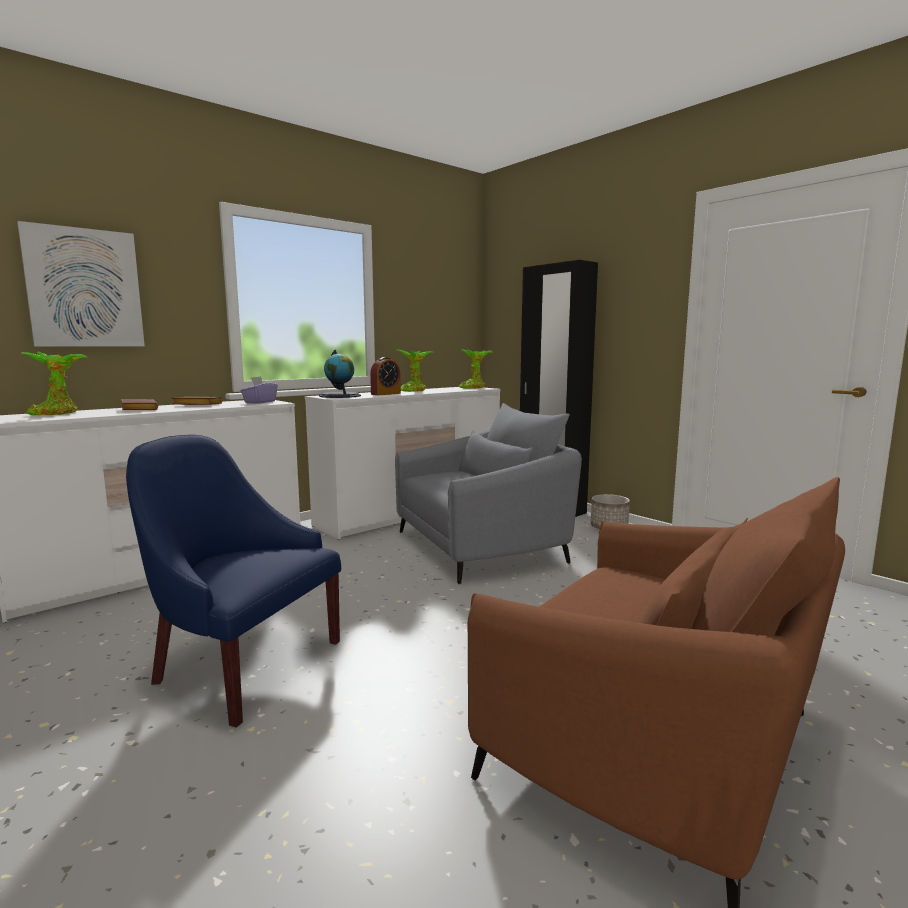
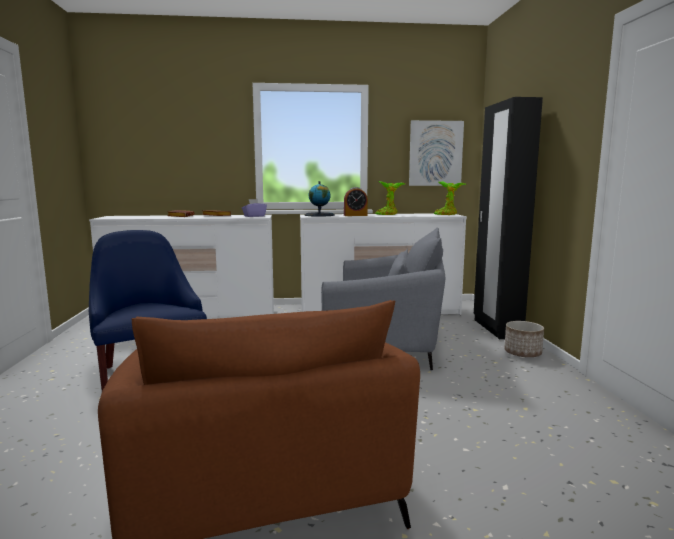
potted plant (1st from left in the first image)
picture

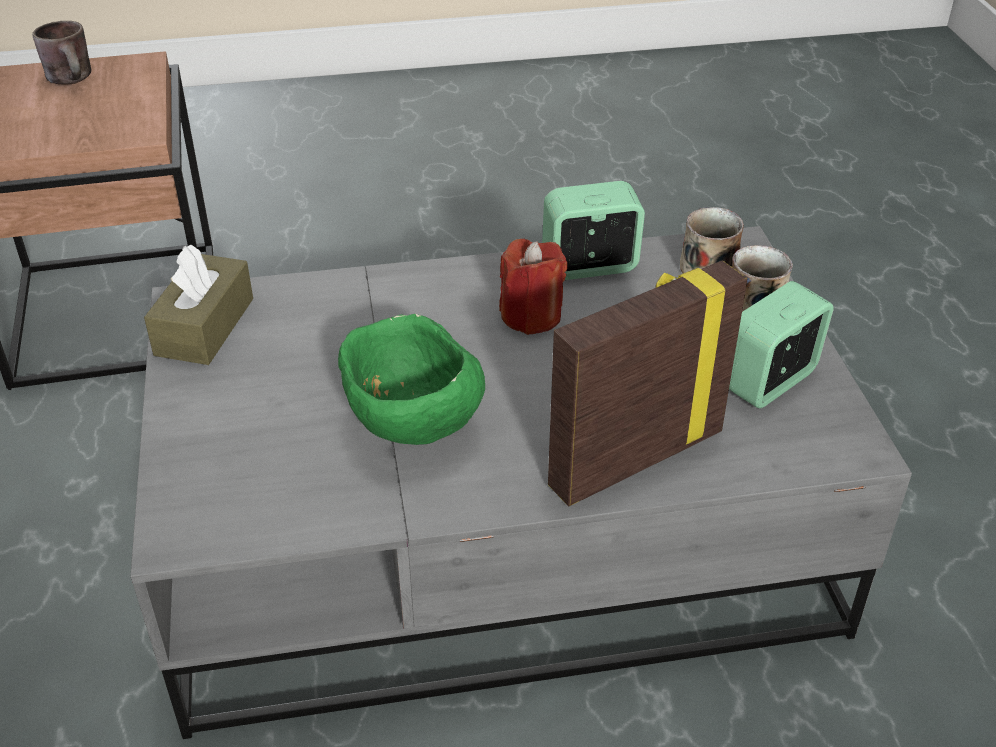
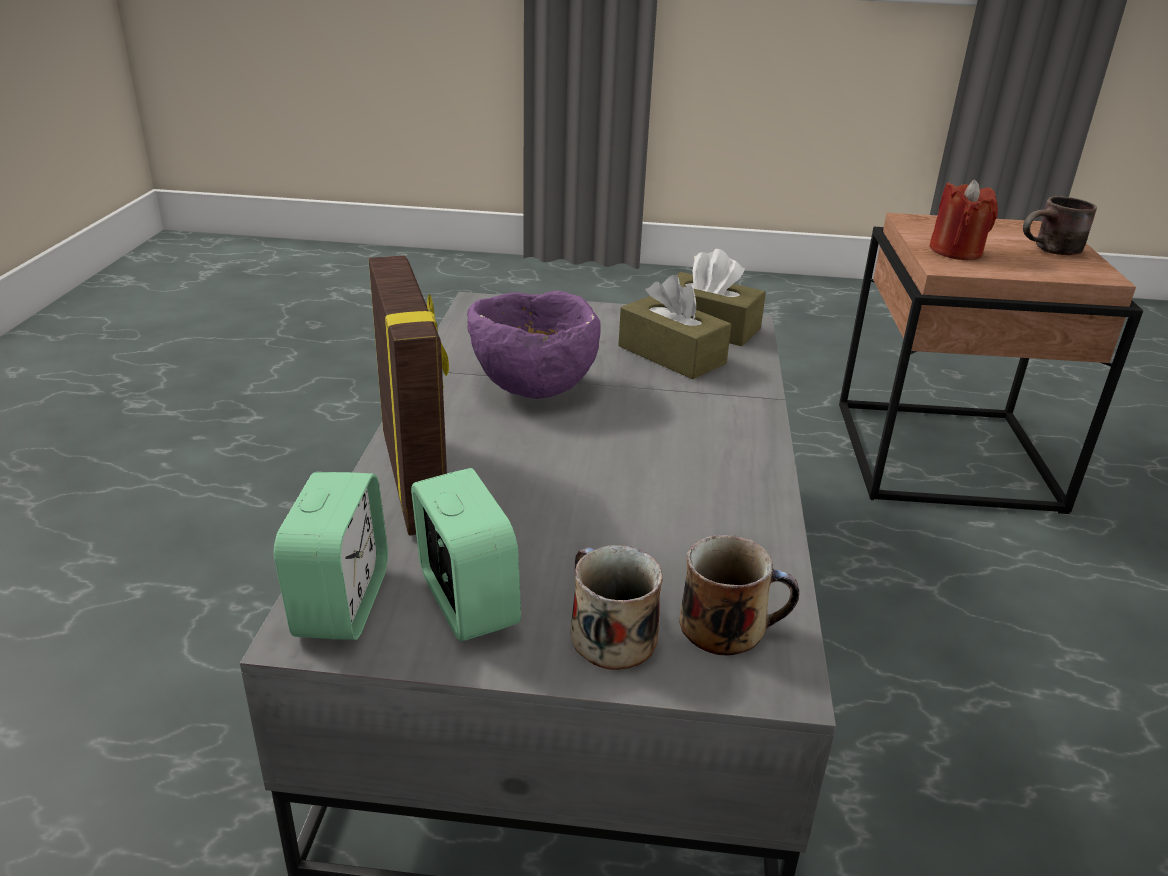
brown tissue box (1st from left)
red candle
alarm clock (1st from left)
purple bowl

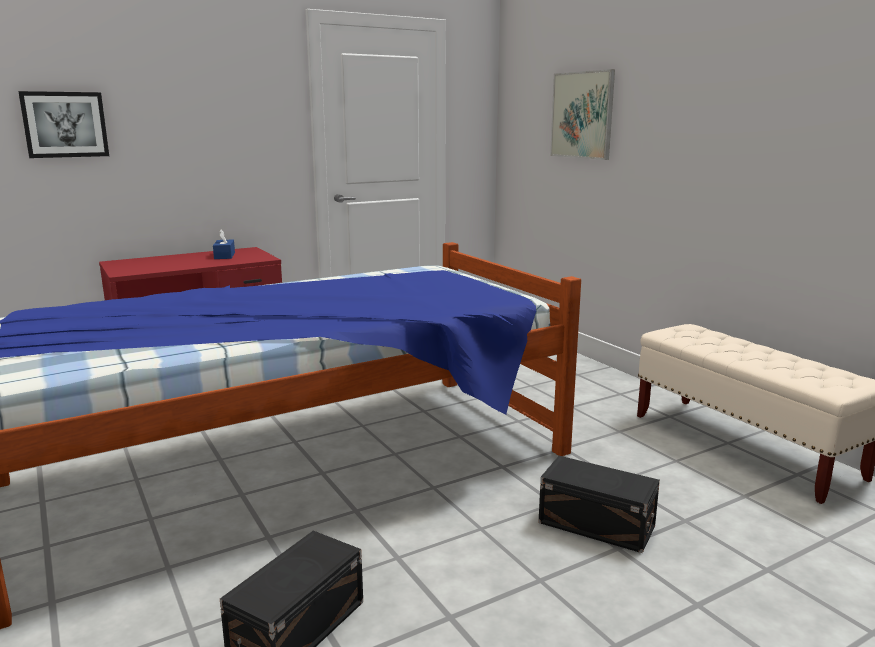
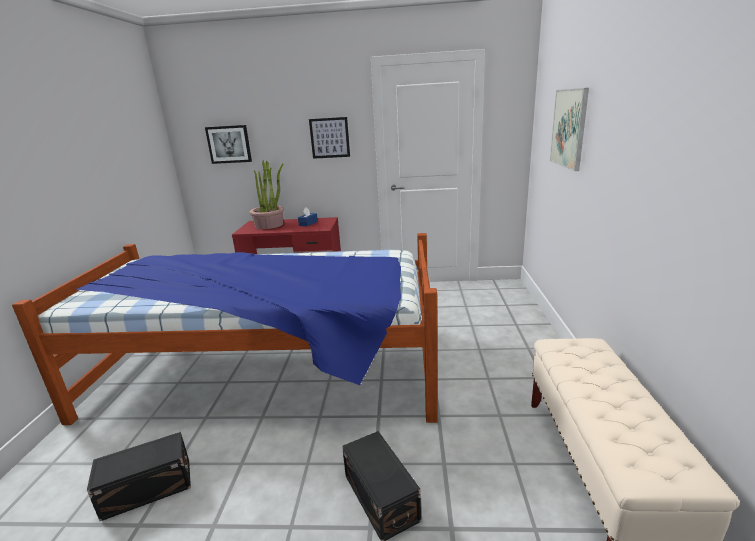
potted plant
picture (2nd from left)

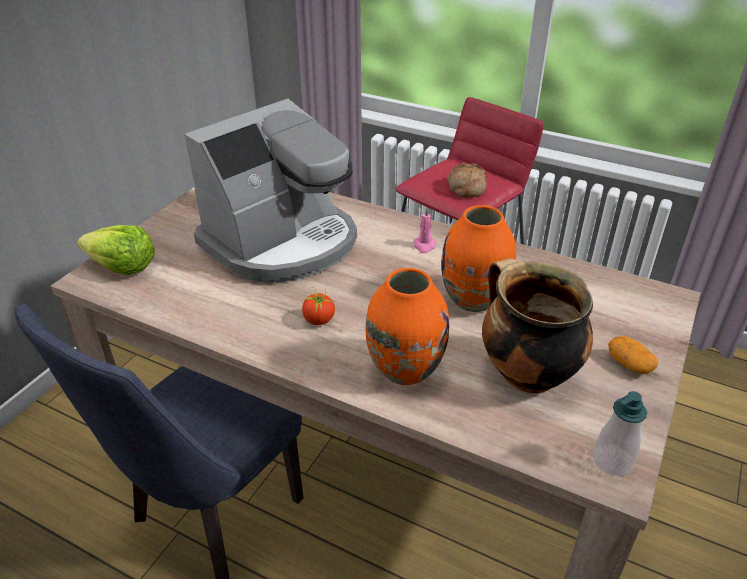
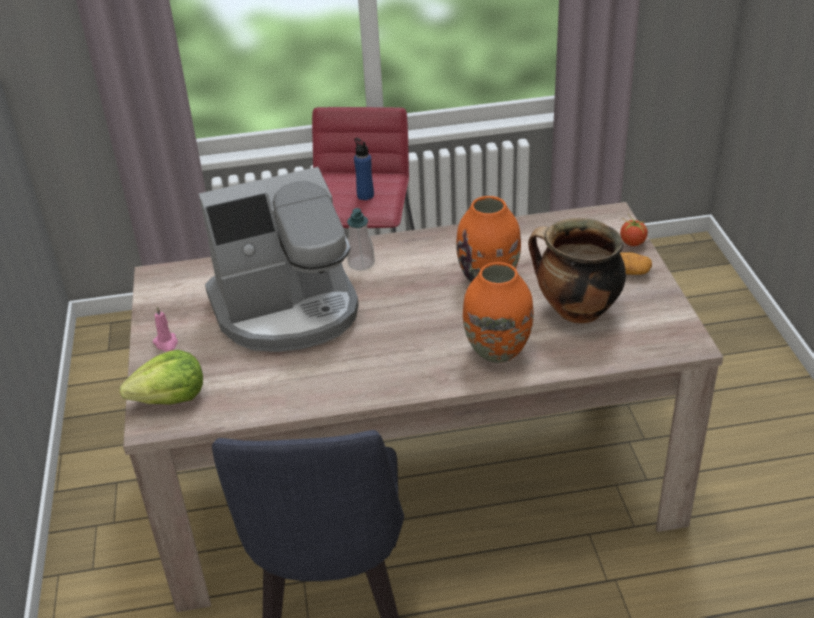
tomato
pink candle
soap dispenser
blue bottle
coffee machine

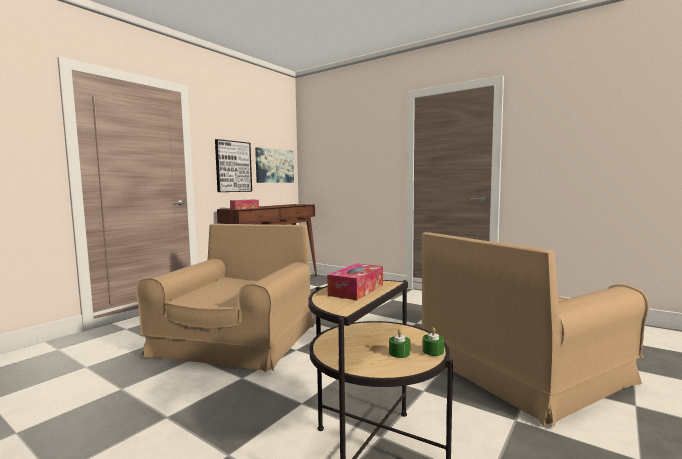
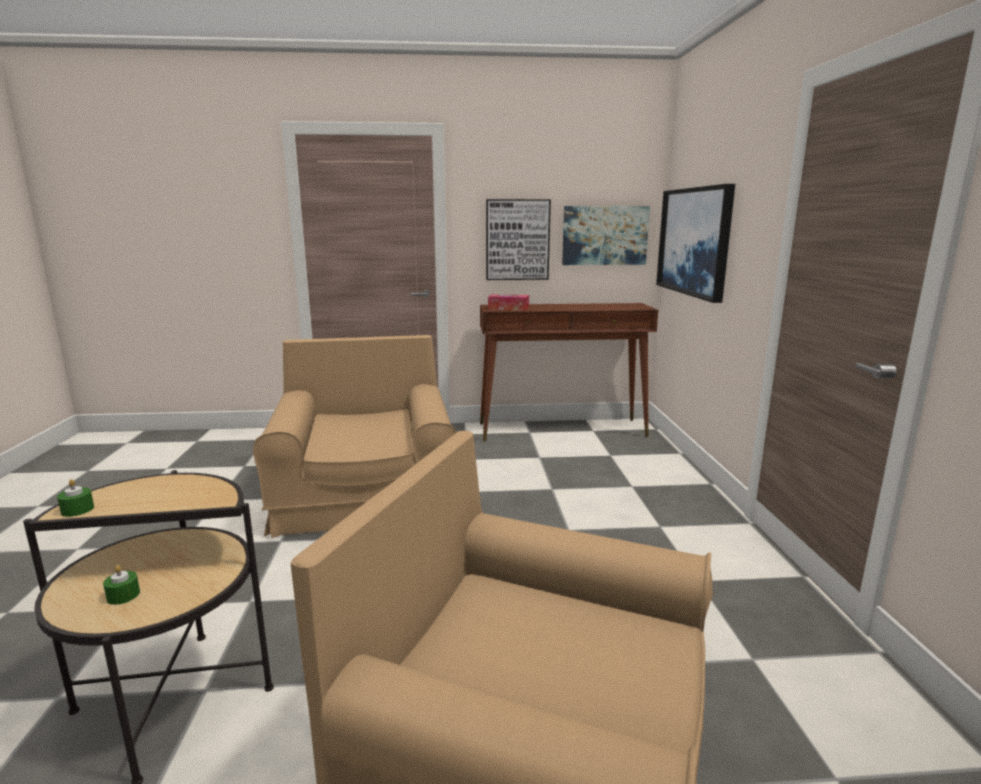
tissue box (2nd from left in the first image)
picture (3rd from left)
green candle (1st from left)
brown armchair (1st from left)

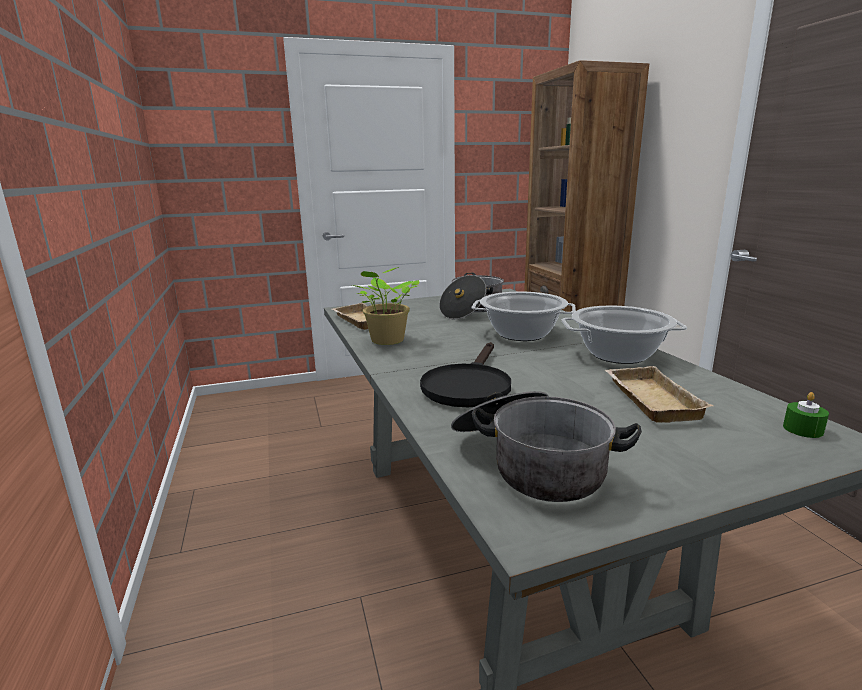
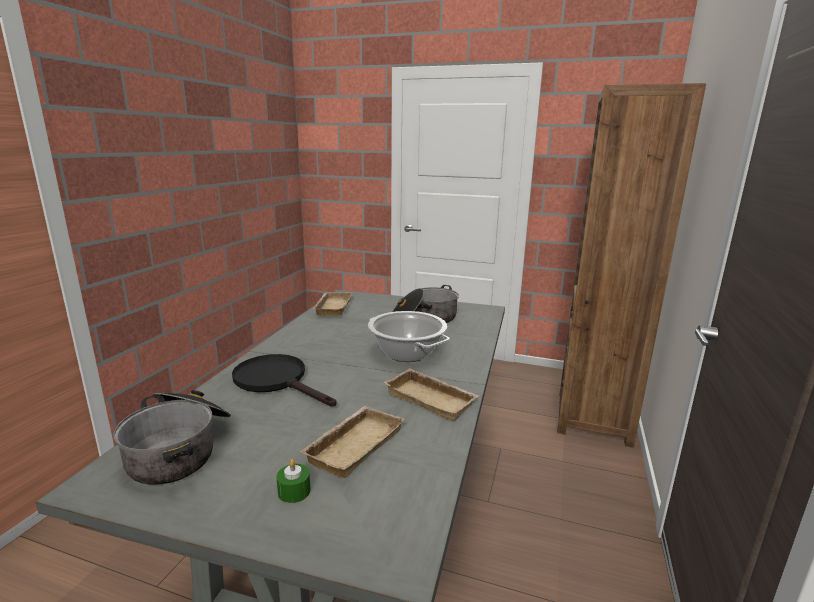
potted plant
green candle
beige tray (3rd from left)
black frying pan

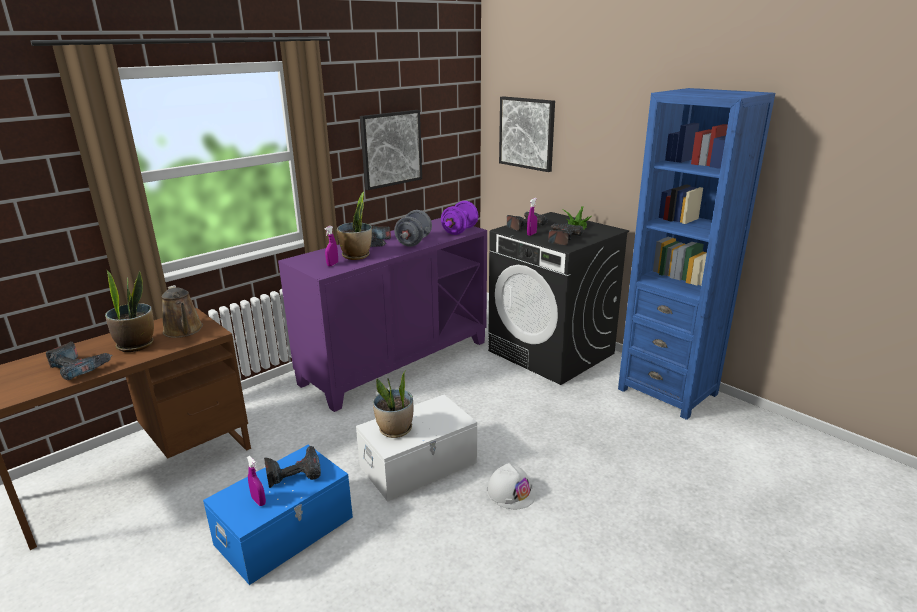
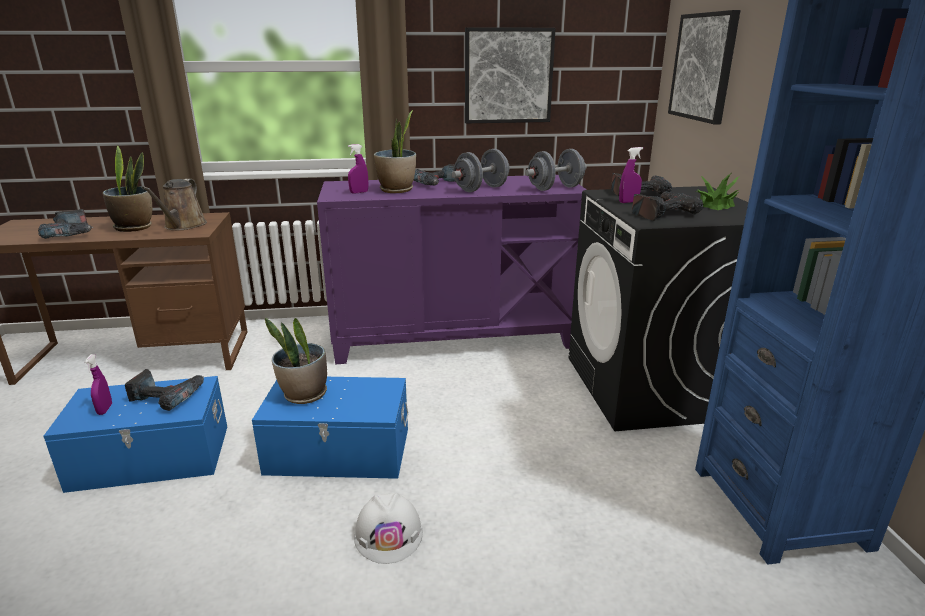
blue storage box (2nd from left)
grey dumbbell (2nd from left)

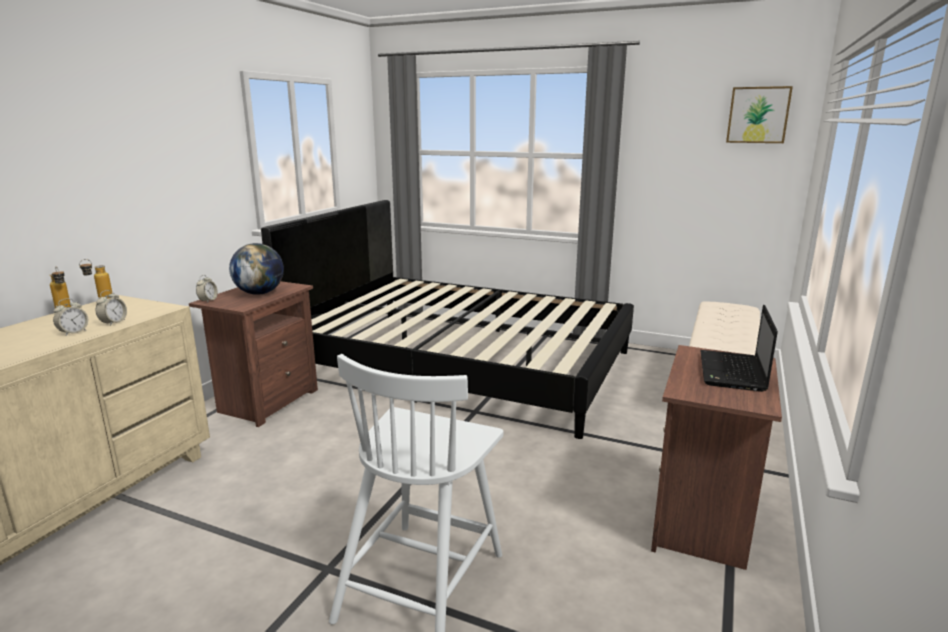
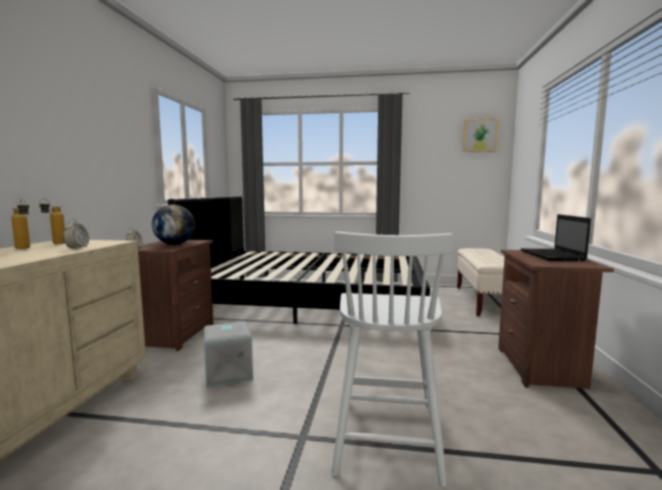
alarm clock (1st from left in the first image)
grey storage box

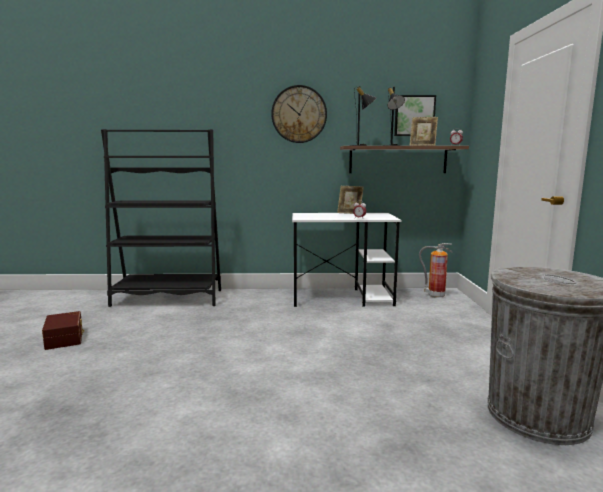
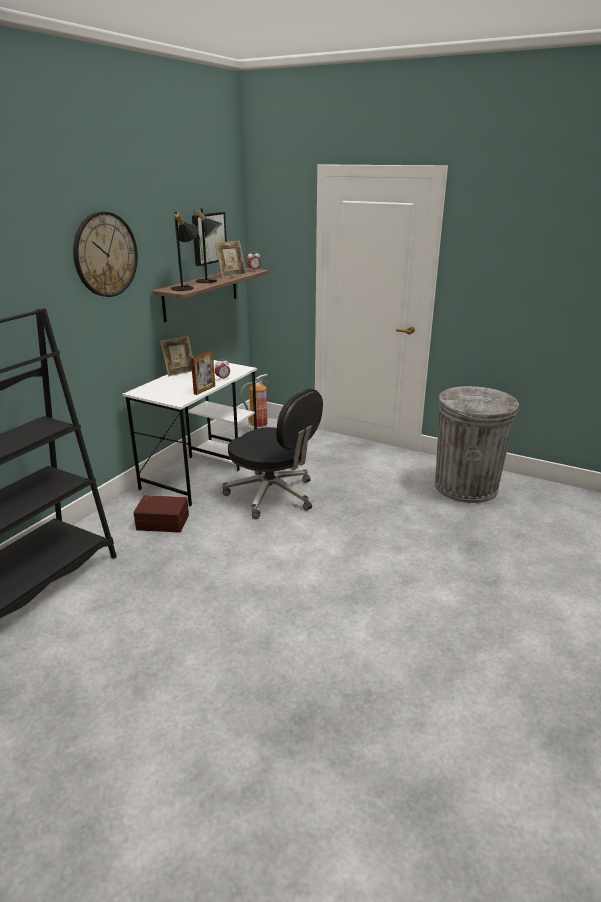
picture frame (2nd from left)
black office chair
brown storage box

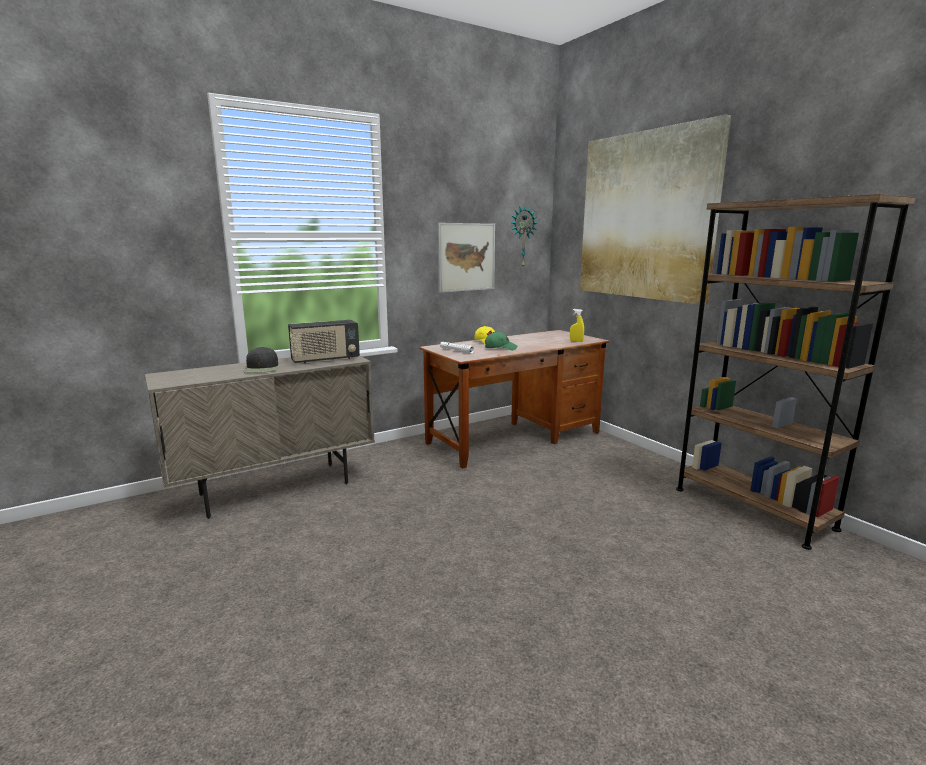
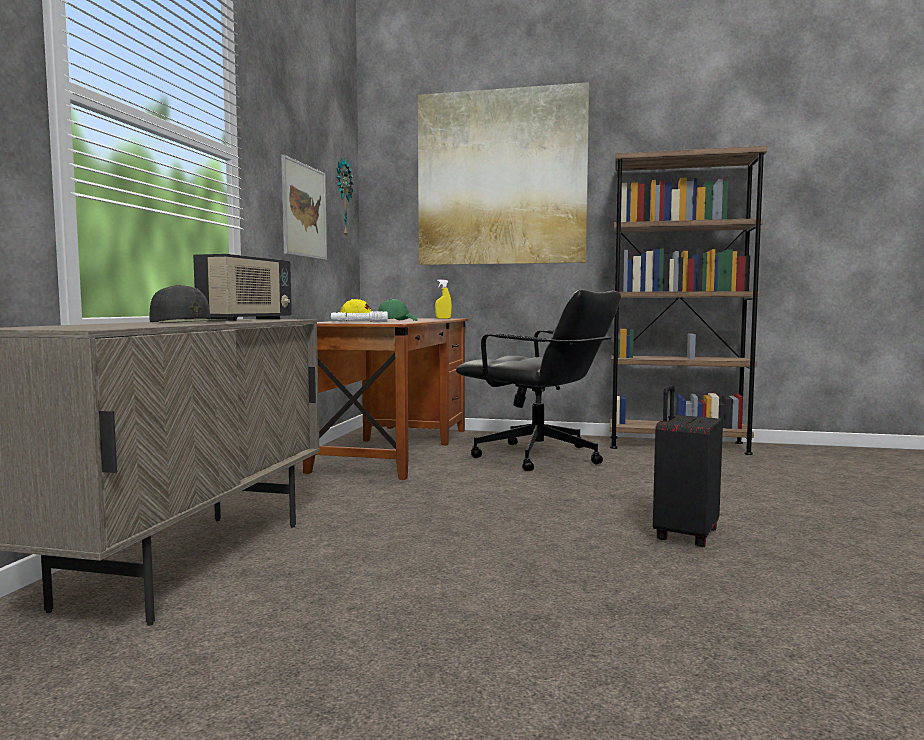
black office chair
black suitcase

